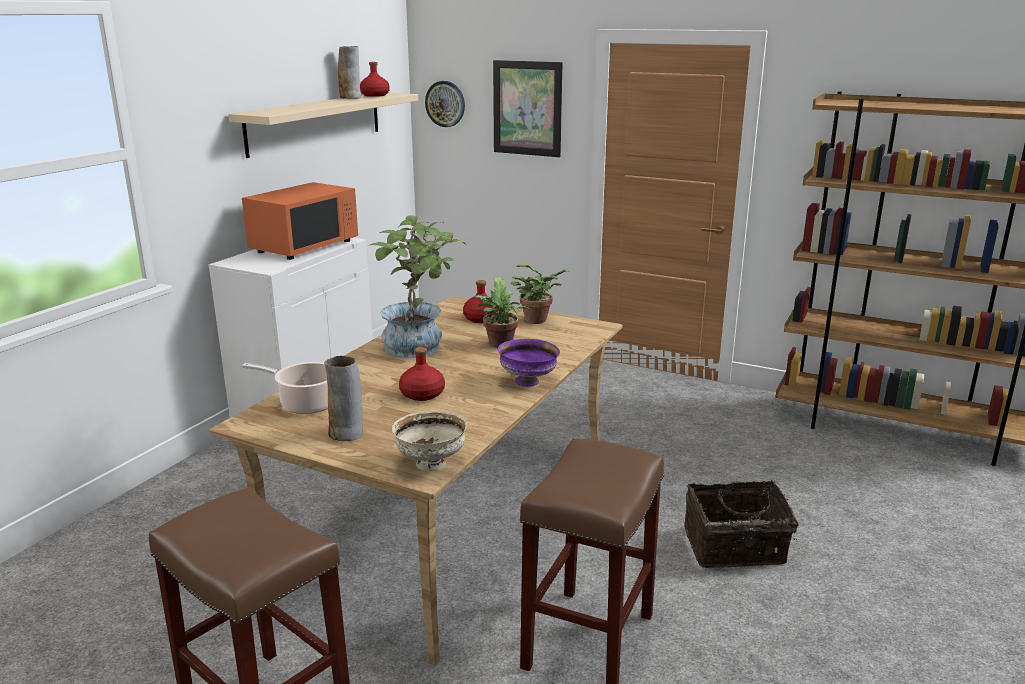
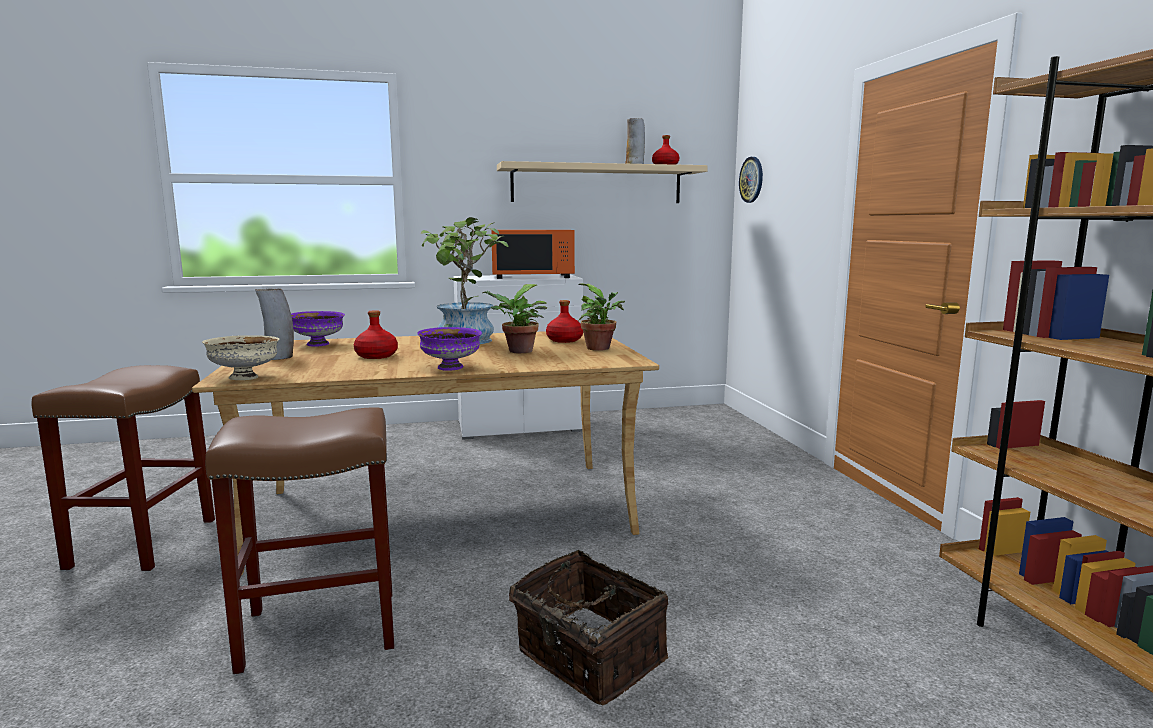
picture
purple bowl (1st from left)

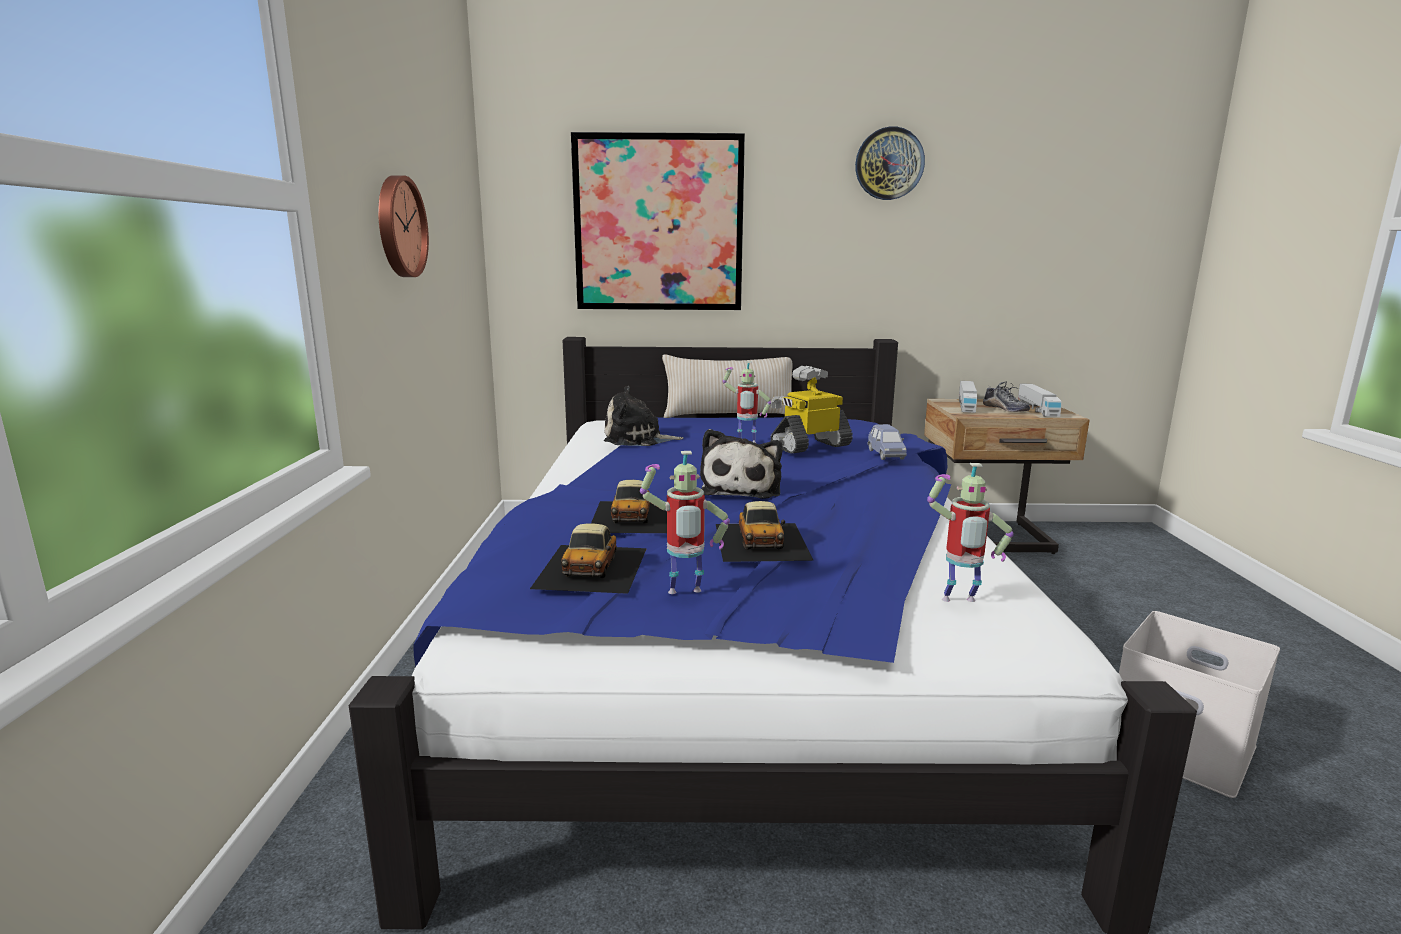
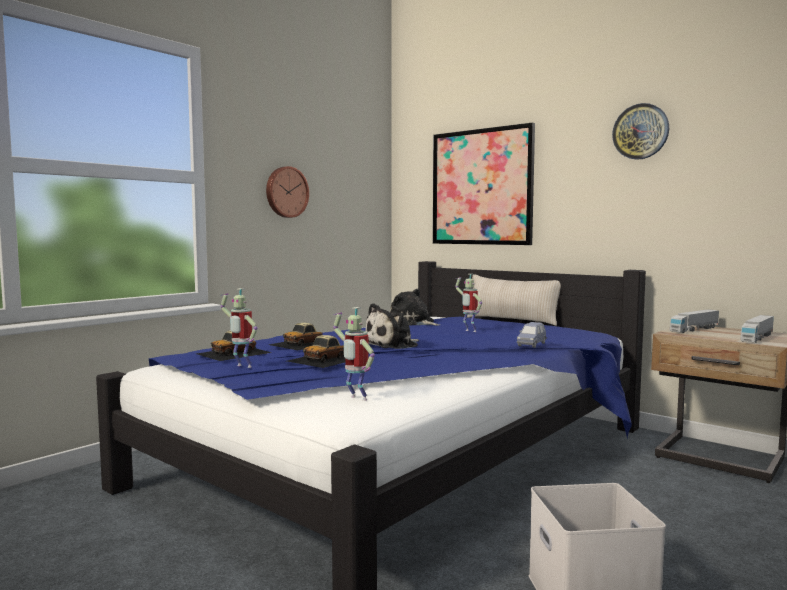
toy robot (3rd from left in the first image)
shoe

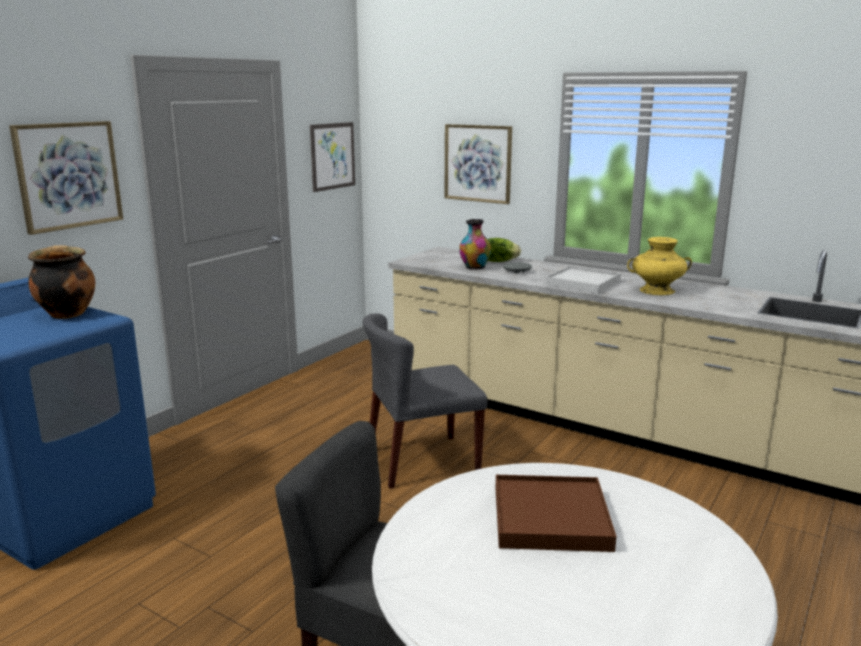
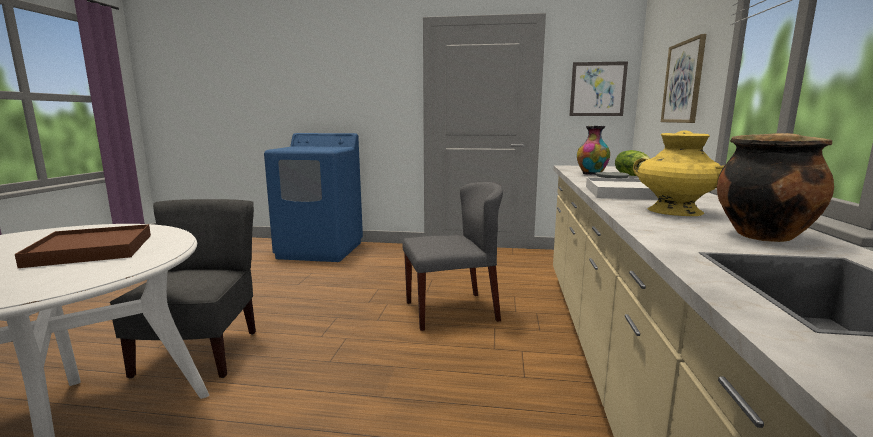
picture (1st from left in the first image)
cooking pot
grey chair (2nd from left)

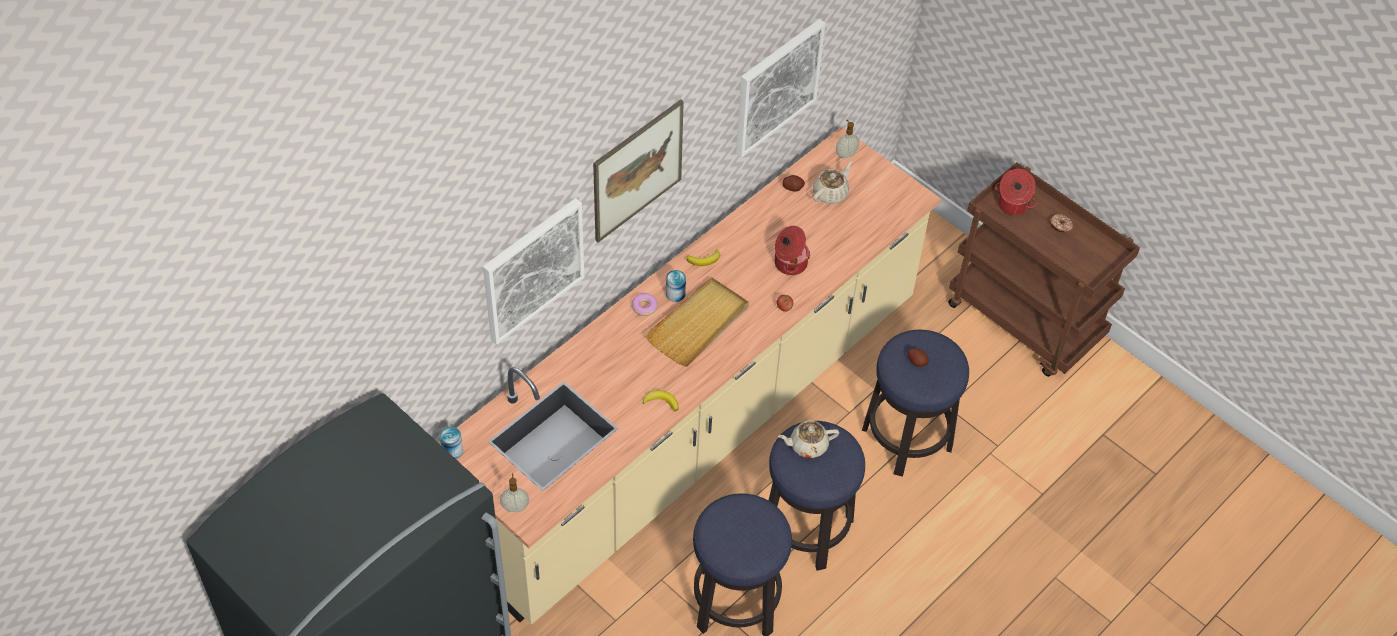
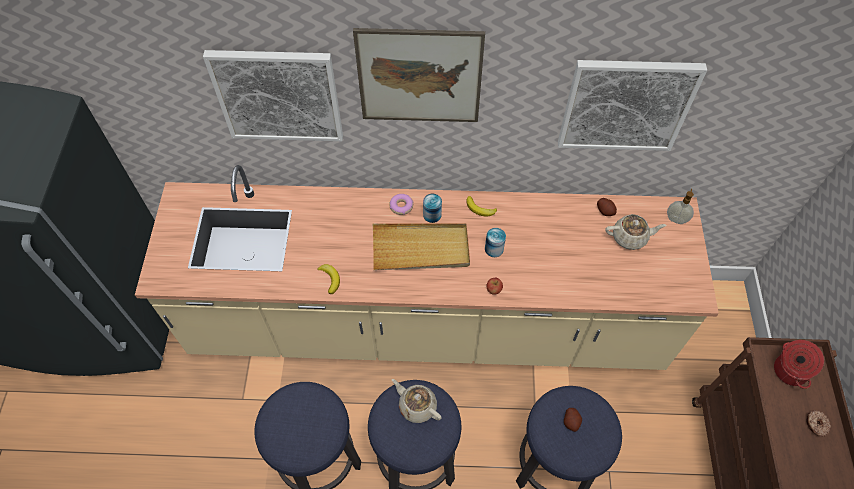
soap dispenser (1st from left in the first image)
cooking pot (1st from left in the first image)
can (2nd from left)

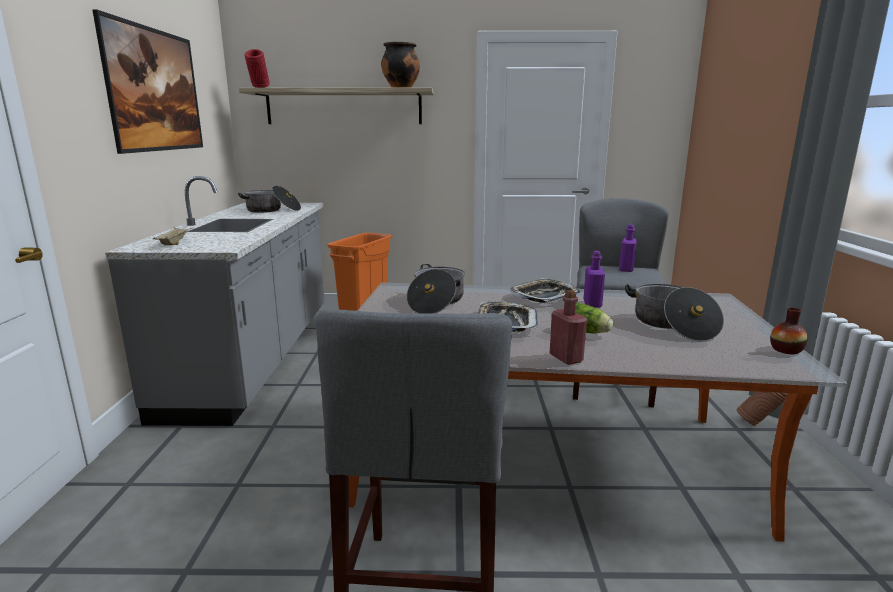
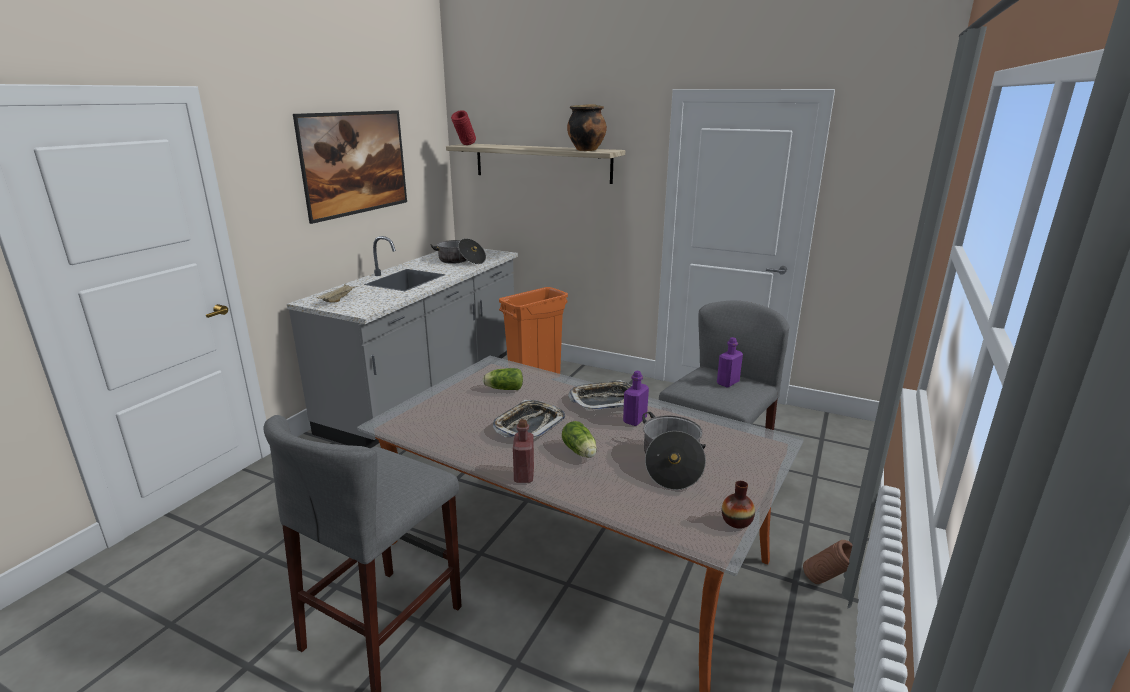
lettuce (1st from left)

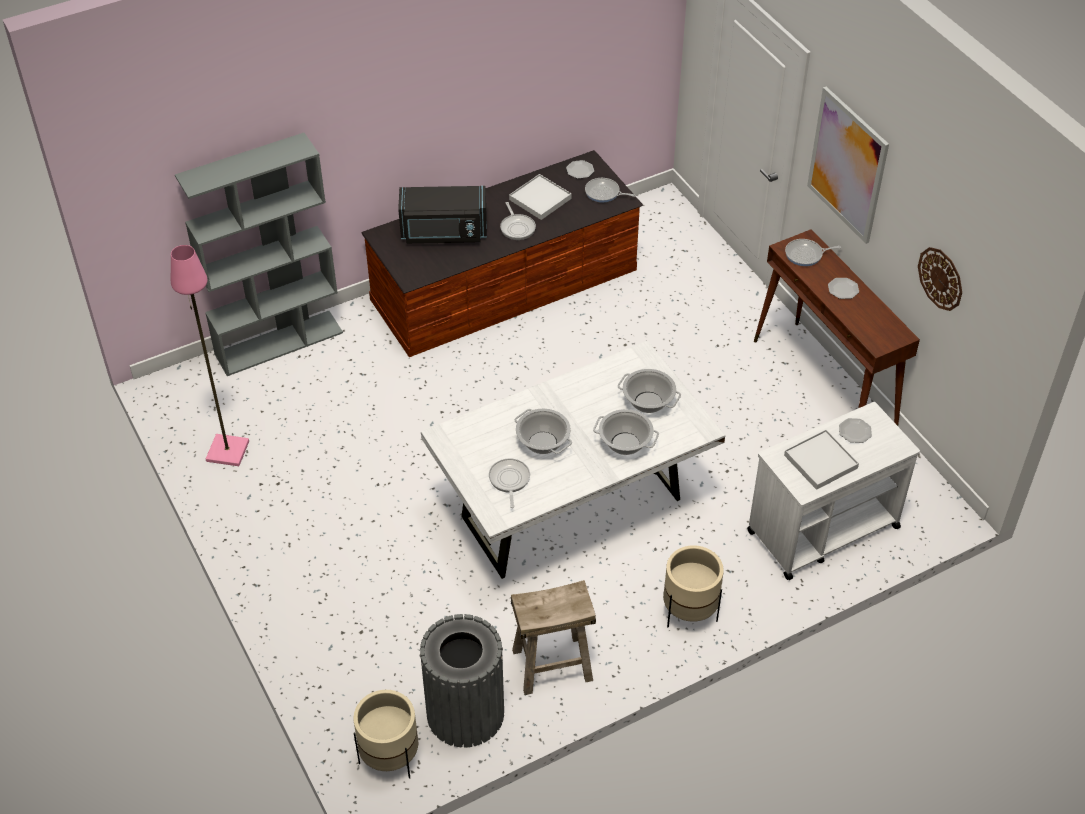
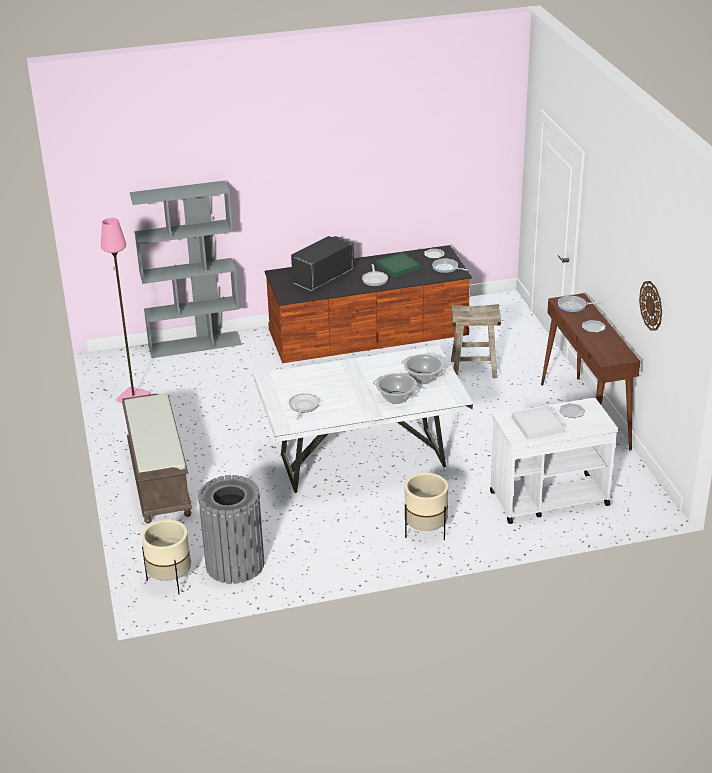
cooking pot (1st from left in the first image)
picture
brown bench
beige stool
green tray
black microwave

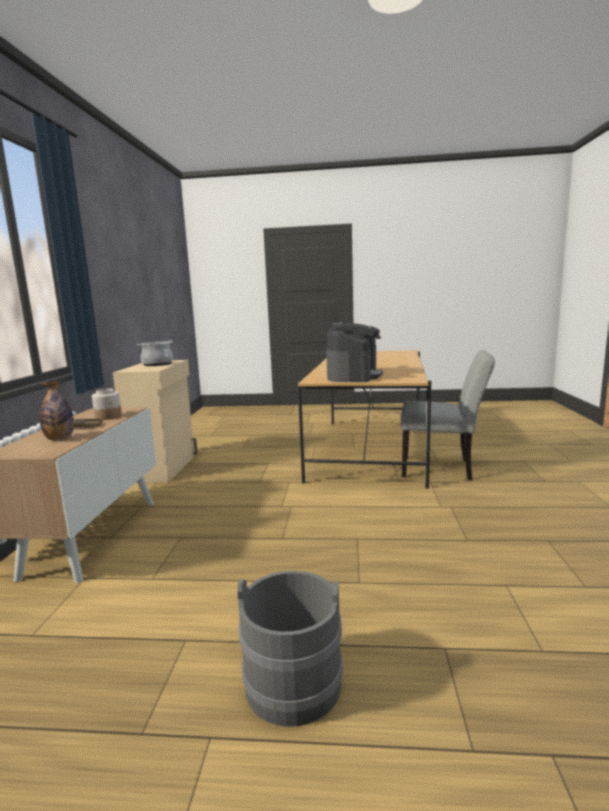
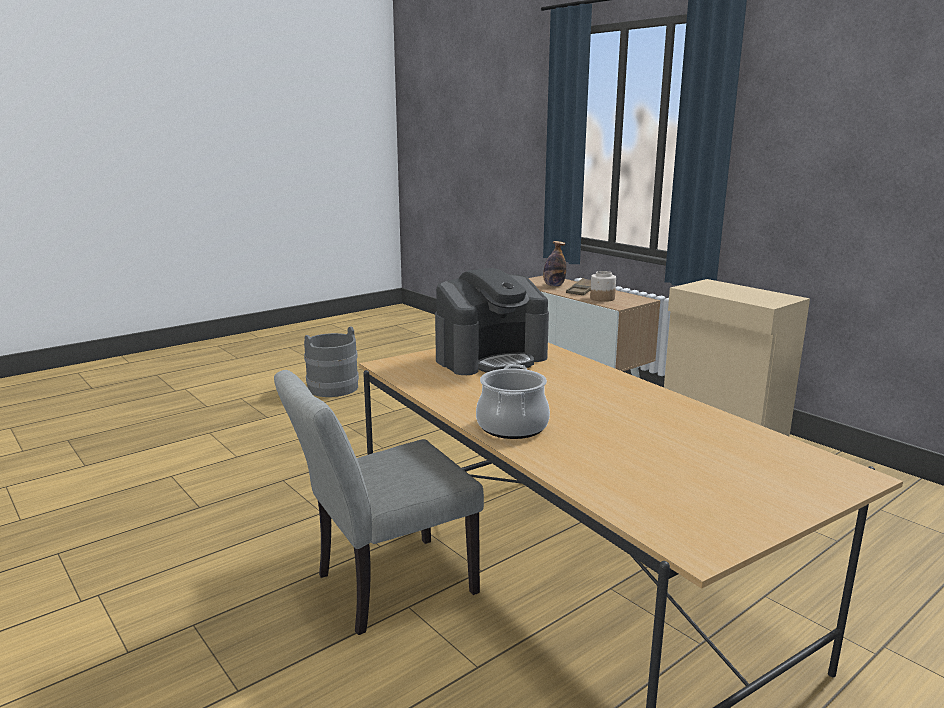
cooking pot
coffee machine

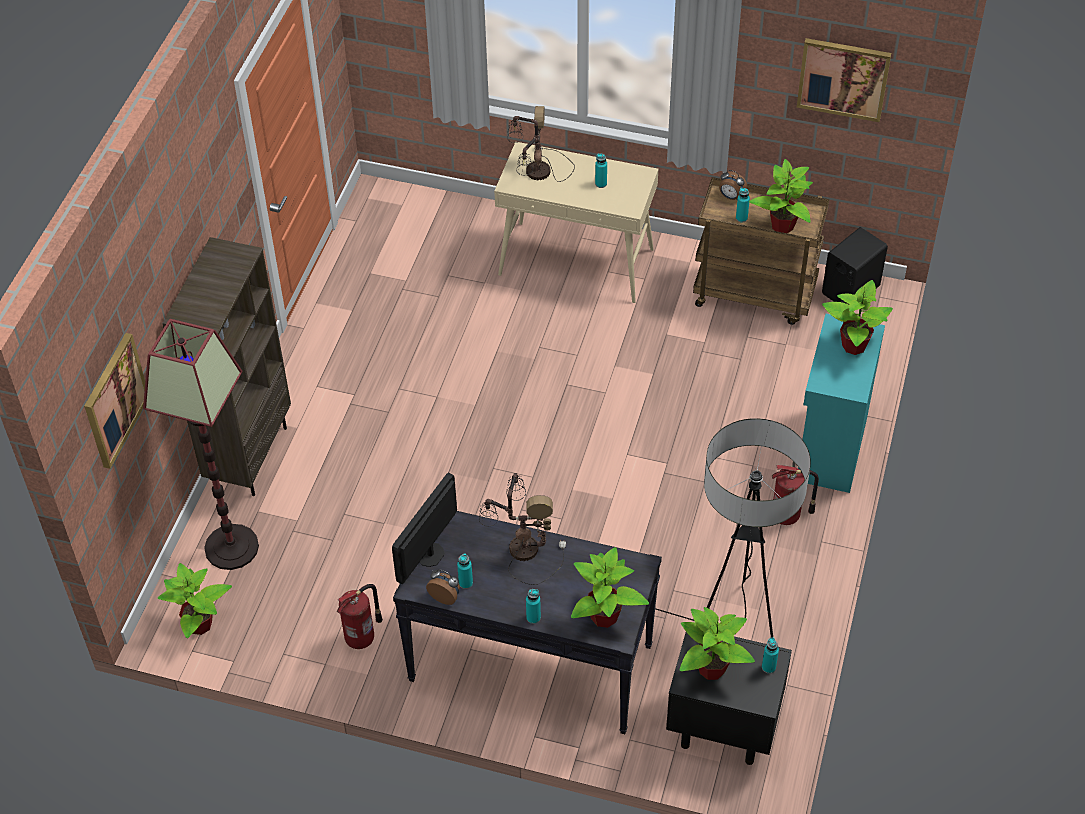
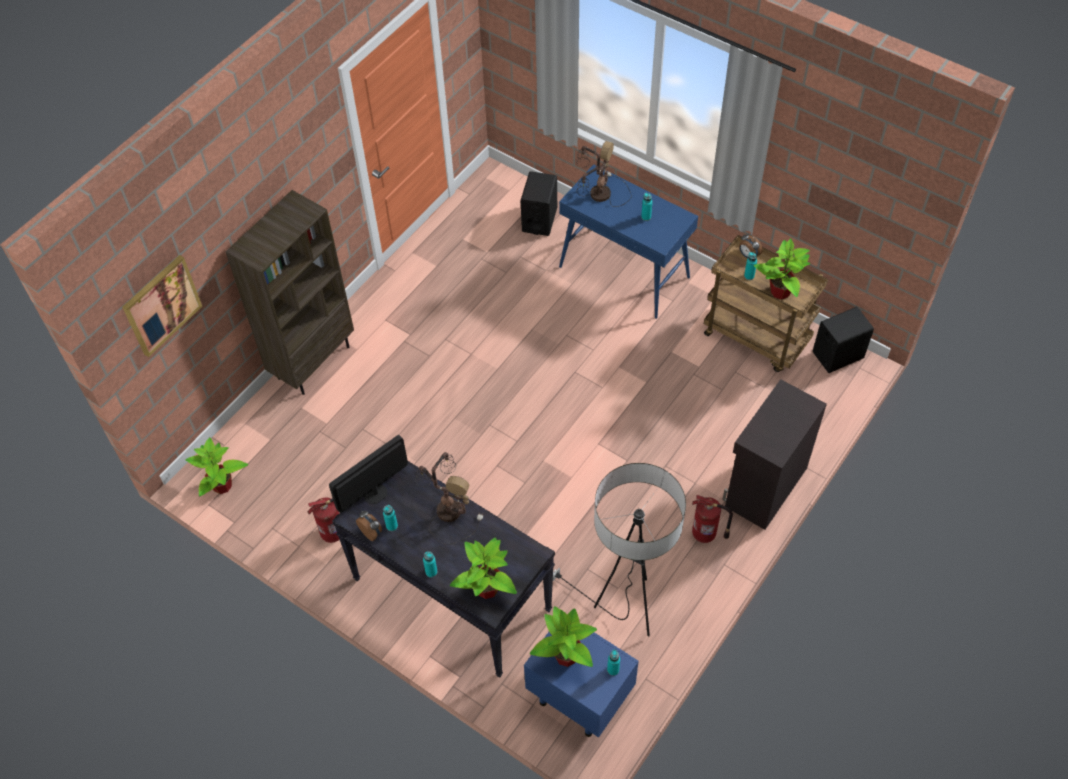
floor lamp (1st from left in the first image)
picture (2nd from left in the first image)
potted plant (5th from left in the first image)
black speaker (1st from left)
blue console table
blue nightstand
black cabinet

